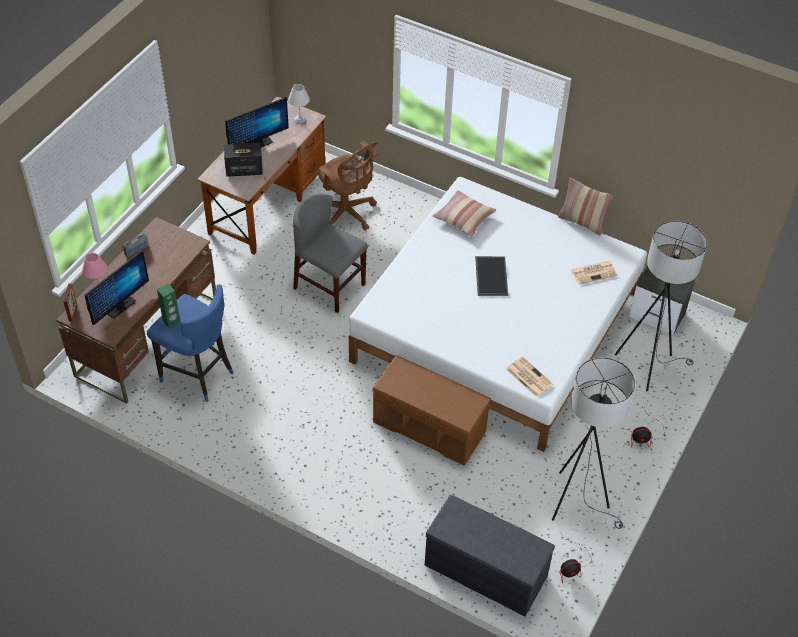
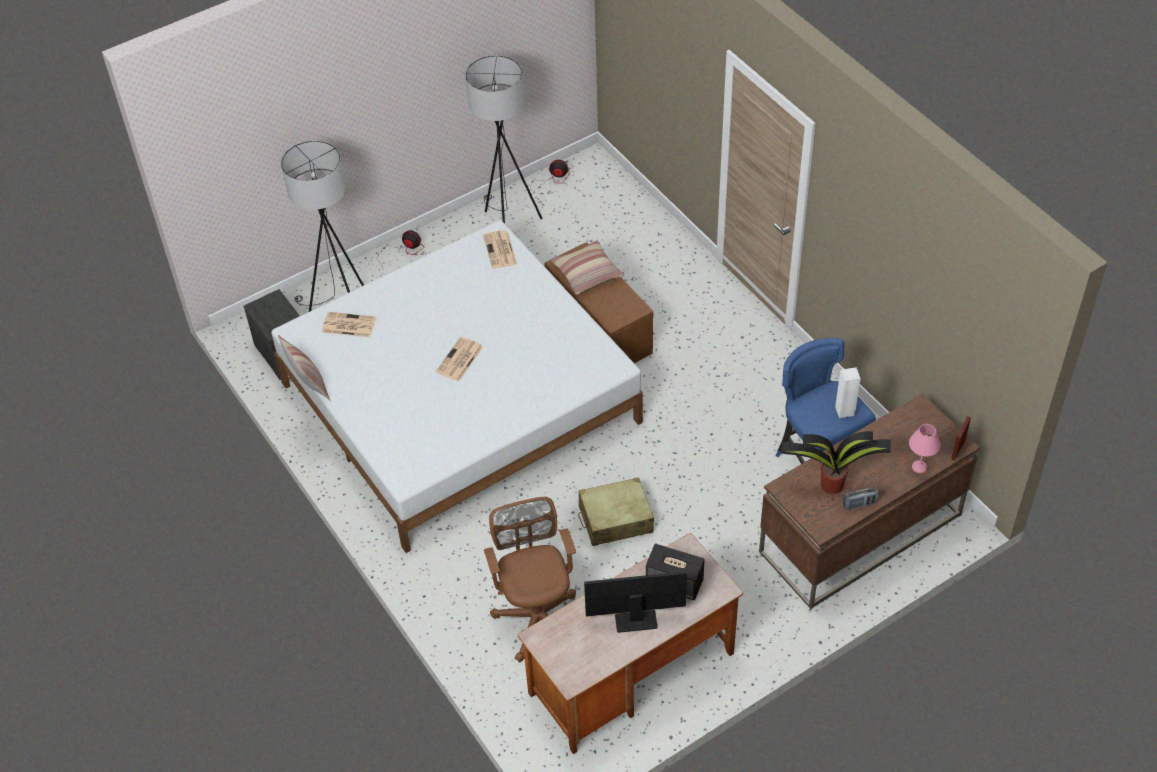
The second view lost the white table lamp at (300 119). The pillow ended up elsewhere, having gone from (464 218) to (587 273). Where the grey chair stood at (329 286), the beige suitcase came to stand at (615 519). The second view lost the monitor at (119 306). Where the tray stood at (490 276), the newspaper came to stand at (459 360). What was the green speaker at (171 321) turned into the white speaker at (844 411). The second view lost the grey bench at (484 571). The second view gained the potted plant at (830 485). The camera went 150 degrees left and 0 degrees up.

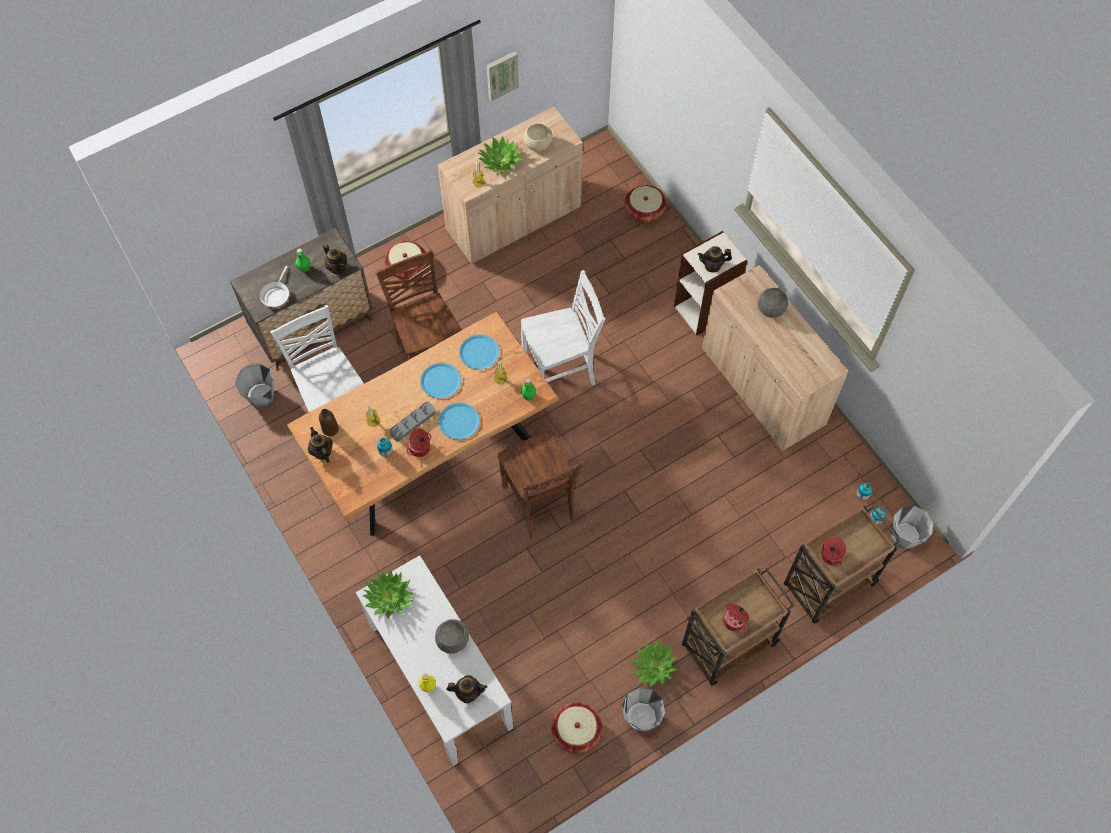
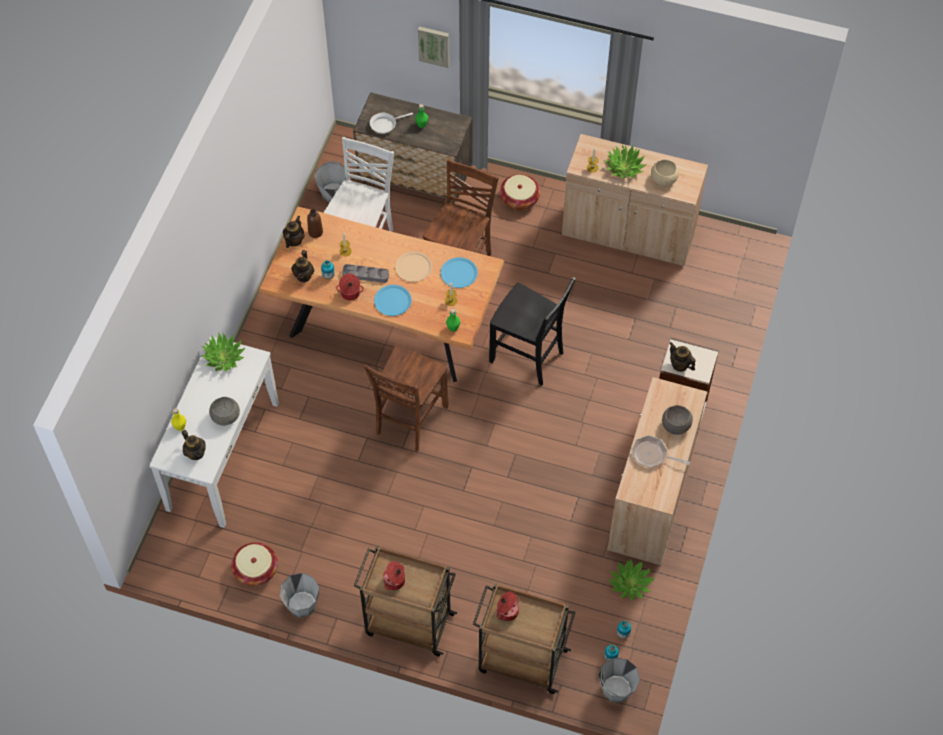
The picture ended up elsewhere, having gone from (501 74) to (434 45). The second view lost the basket at (644 210). The teapot ended up elsewhere, having gone from (337 267) to (304 275). What was the white chair at (561 373) turned into the black chair at (528 357). What was the blue plate at (440 381) turned into the beige plate at (413 267). The potted plant ended up elsewhere, having gone from (653 666) to (630 583). The second view gained the frying pan at (652 455). The camera went 50 degrees right and 5 degrees down.

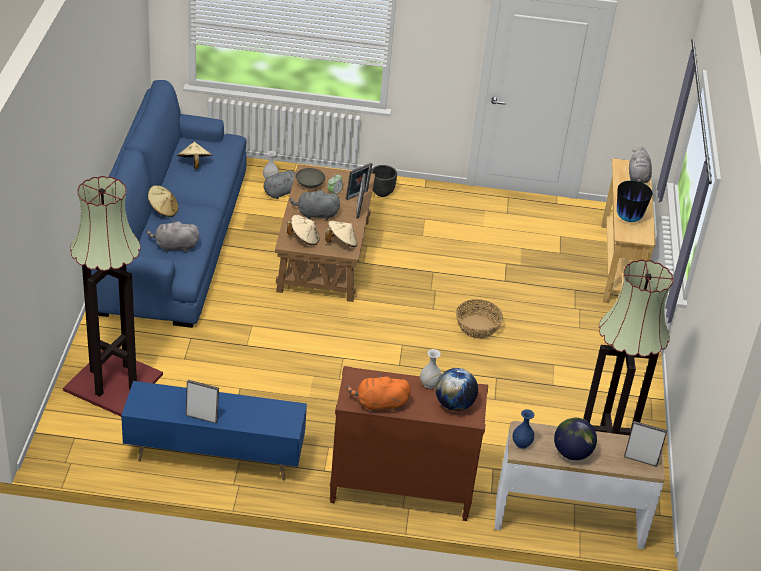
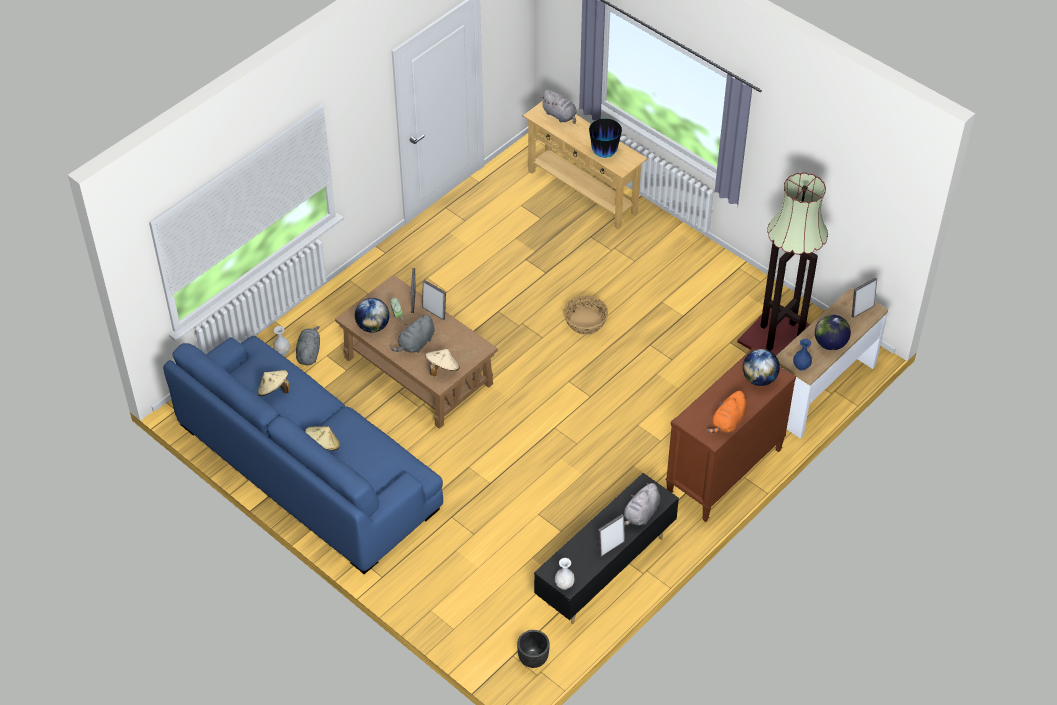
The black planter ended up elsewhere, having gone from (381 192) to (532 659). Where the grey bowl stood at (310 185), the globe came to stand at (373 326). The second view lost the floor lamp at (113 381). The grey plush toy ended up elsewhere, having gone from (174 246) to (641 514). The second view lost the beige hat at (341 243). The white vase ended up elsewhere, having gone from (429 384) to (564 584). What was the blue tv stand at (214 457) turned into the black tv stand at (604 571). The camera went 50 degrees left and 10 degrees up.

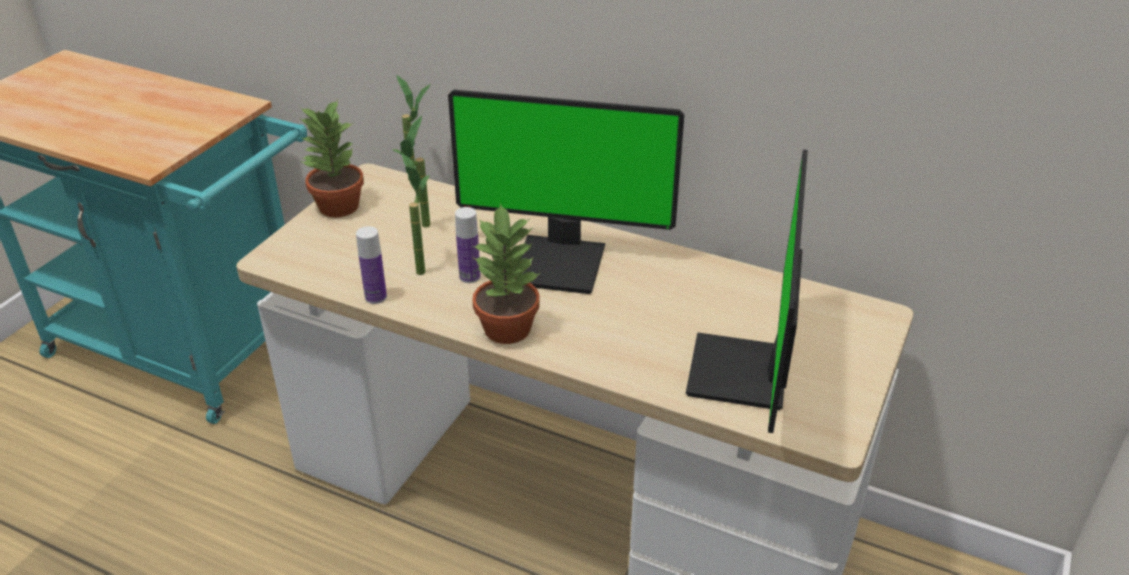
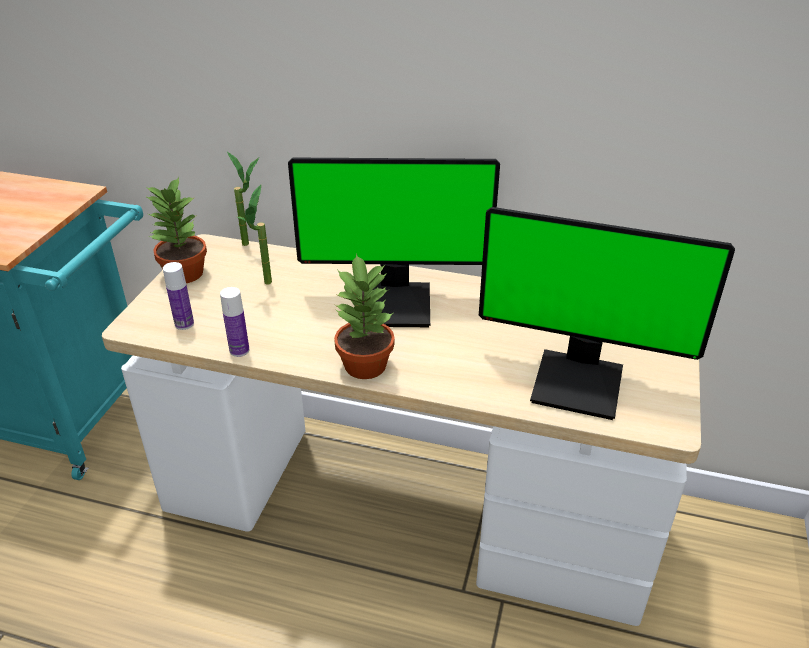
The monitor at (744 375) ended up facing another way, 75 degrees counterclockwise from before. The second view lost the potted plant at (420 266). The bottle ended up elsewhere, having gone from (470 277) to (184 324). The camera went 10 degrees left and 0 degrees up.

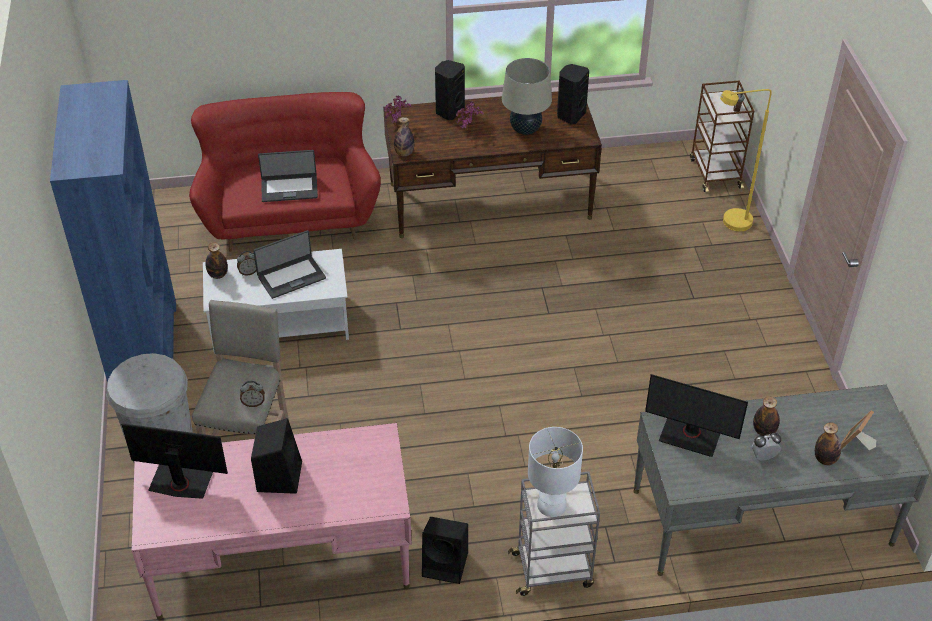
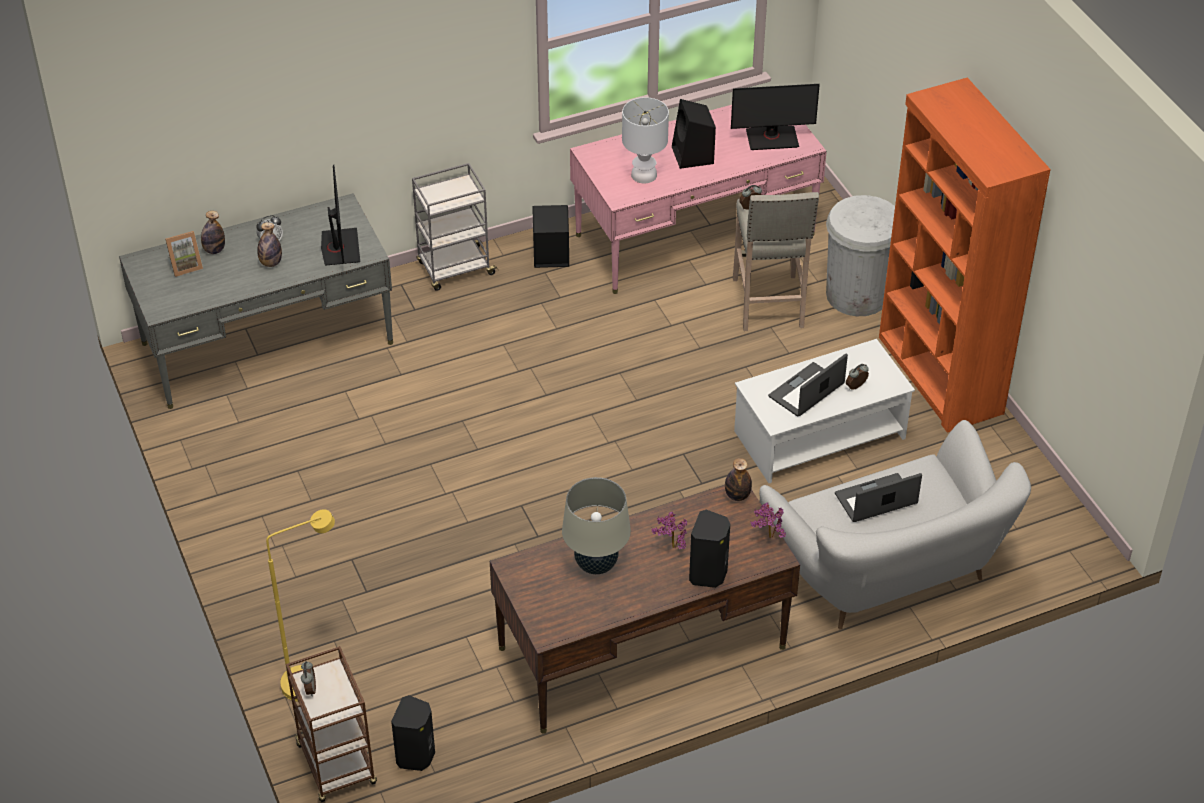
The black speaker ended up elsewhere, having gone from (570 115) to (416 756). What was the blue bookcase at (146 352) turned into the orange bookcase at (939 376). What was the red sofa at (290 215) turned into the white sofa at (889 571). The second view lost the bottle at (218 275). The monitor at (690 435) ended up facing another way, 75 degrees clockwise from before. The picture frame at (855 445) ended up facing another way, 45 degrees clockwise from before. The white table lamp ended up elsewhere, having gone from (551 504) to (644 175). The camera went 165 degrees right and 0 degrees up.

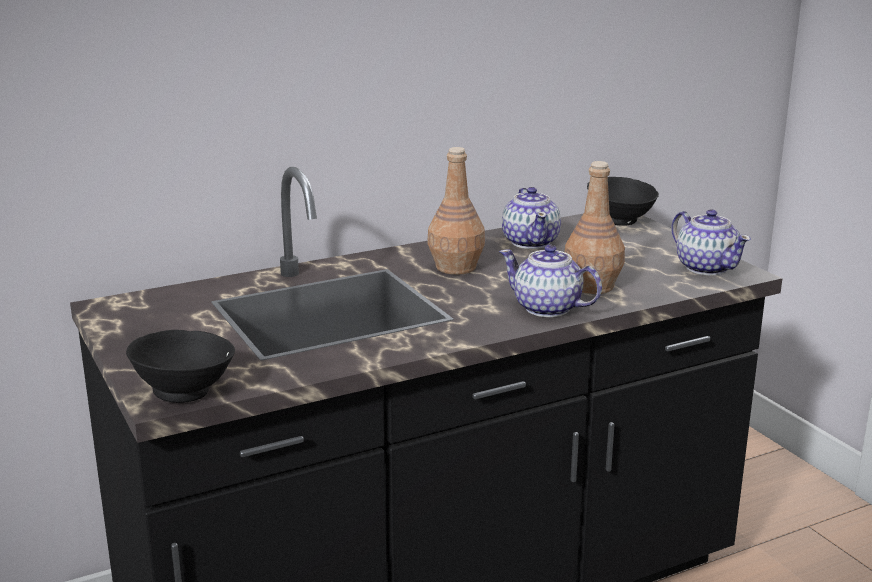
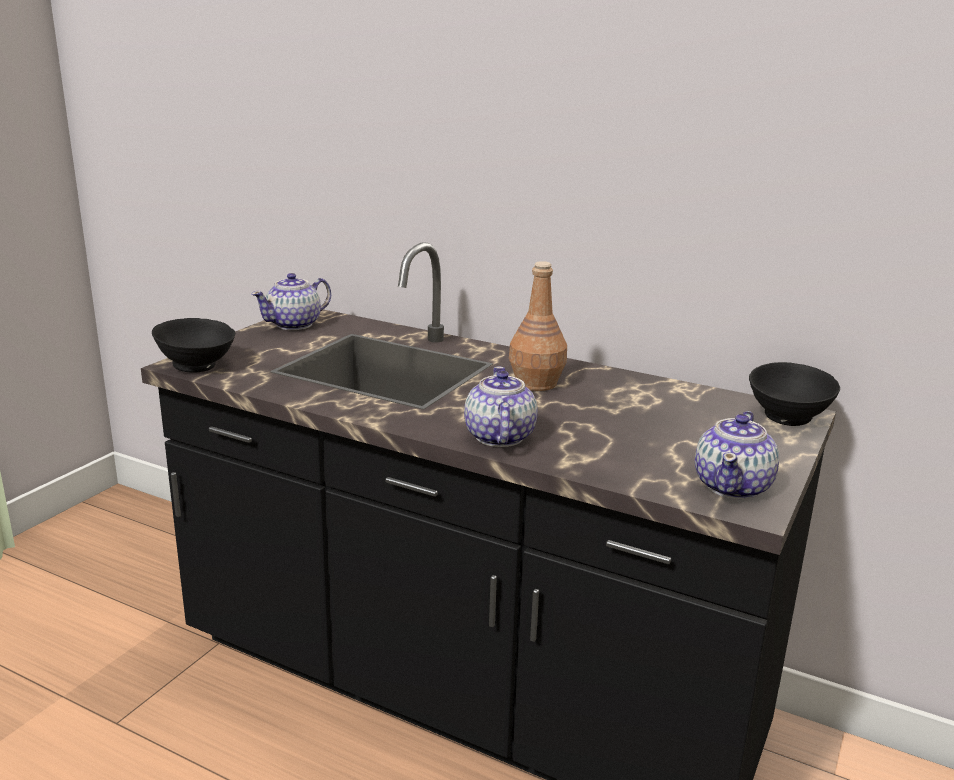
The second view lost the brown bottle at (592 286). The teapot ended up elsewhere, having gone from (531 242) to (295 324). The camera went 55 degrees right and 0 degrees up.

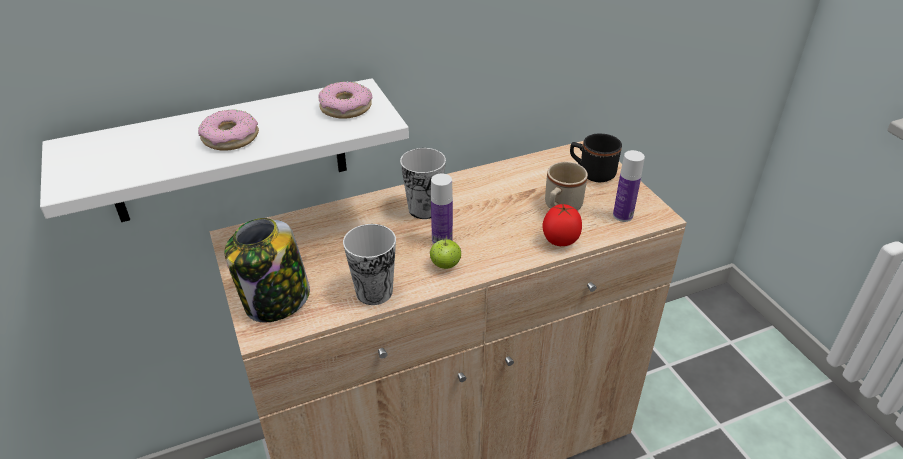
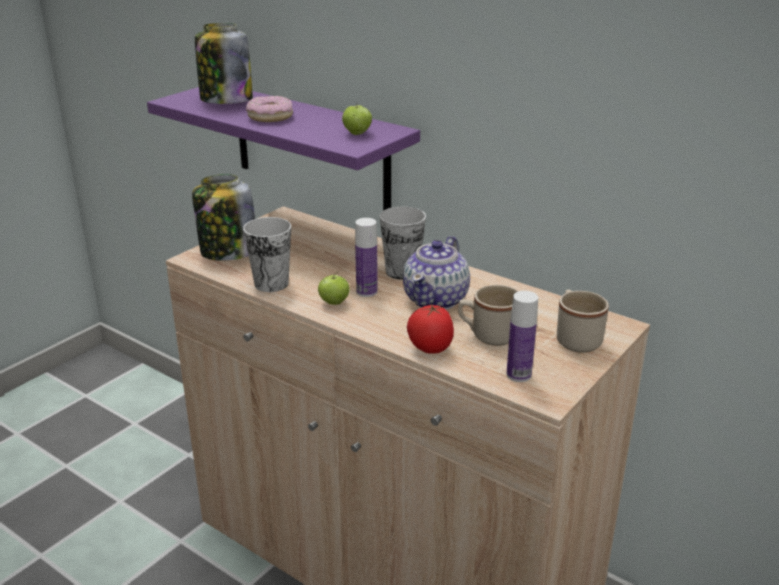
What was the white shelf at (229 152) turned into the purple shelf at (311 146). Where the donut stood at (346 108), the apple came to stand at (357 133). What was the black mug at (591 173) turned into the beige mug at (576 338). The second view gained the jar at (225 100). The second view gained the teapot at (436 299). The camera went 60 degrees right and 10 degrees down.

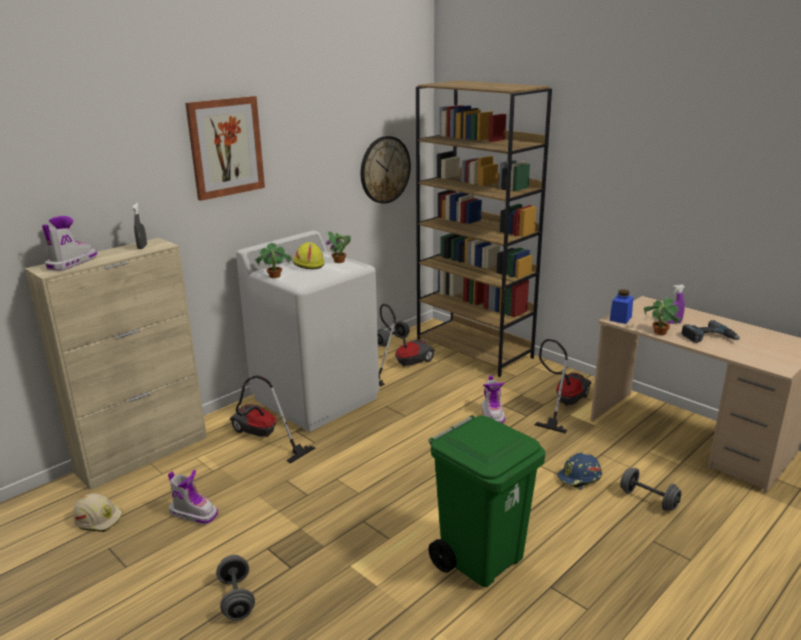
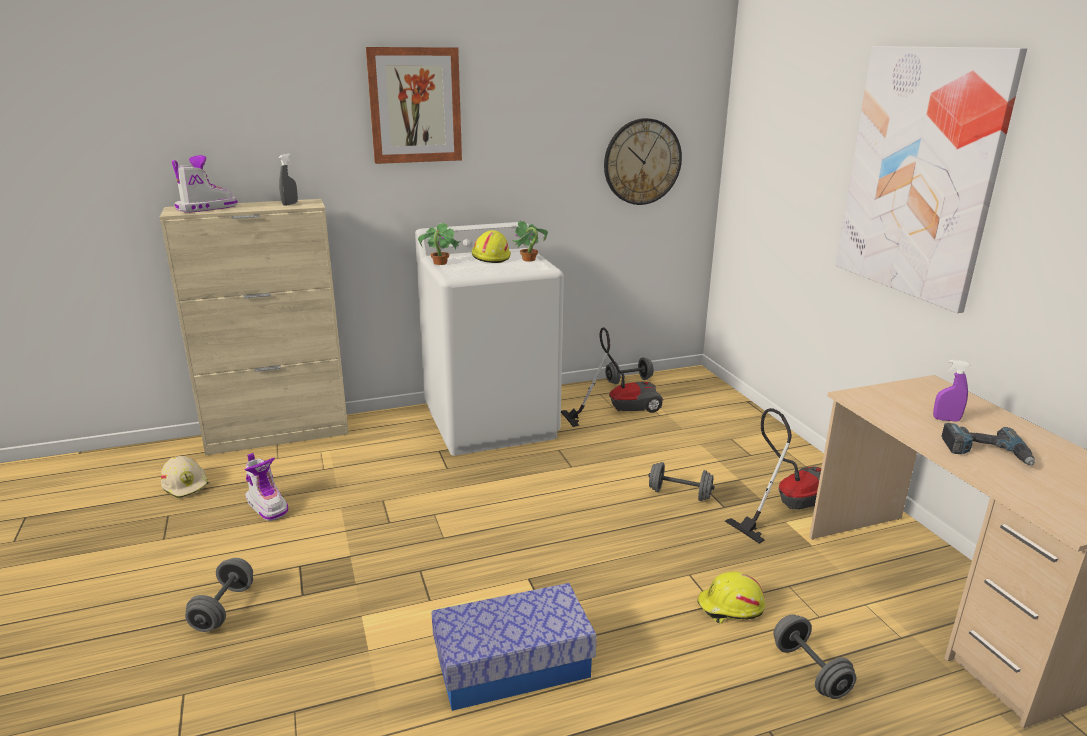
The second view lost the brown bookcase at (475 350). The second view lost the blue jar at (620 318). The second view lost the potted plant at (659 332). The second view lost the vacuum cleaner at (262 437). Where the boot stood at (493 415), the grey dumbbell came to stand at (679 494). Where the green trash can stood at (481 559), the storage box came to stand at (513 665). What was the blue hard hat at (579 478) turned into the yellow hard hat at (730 608). The second view gained the picture at (920 174). The camera went 25 degrees right and 0 degrees up.

